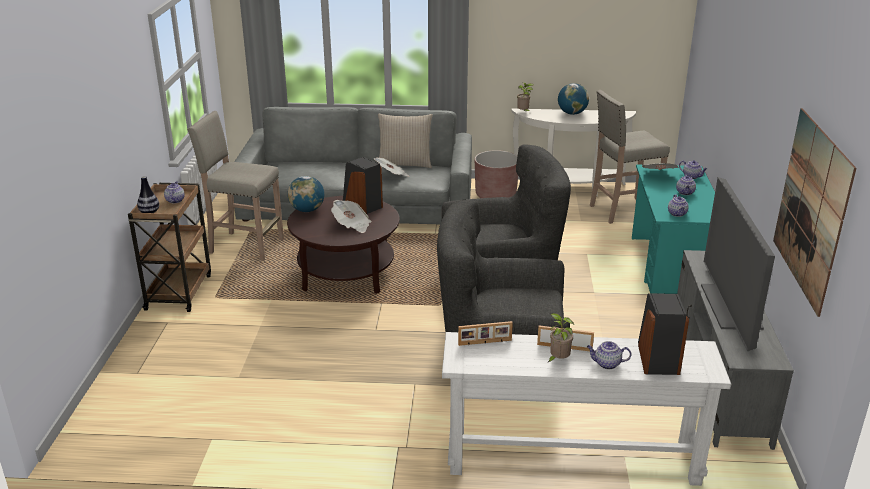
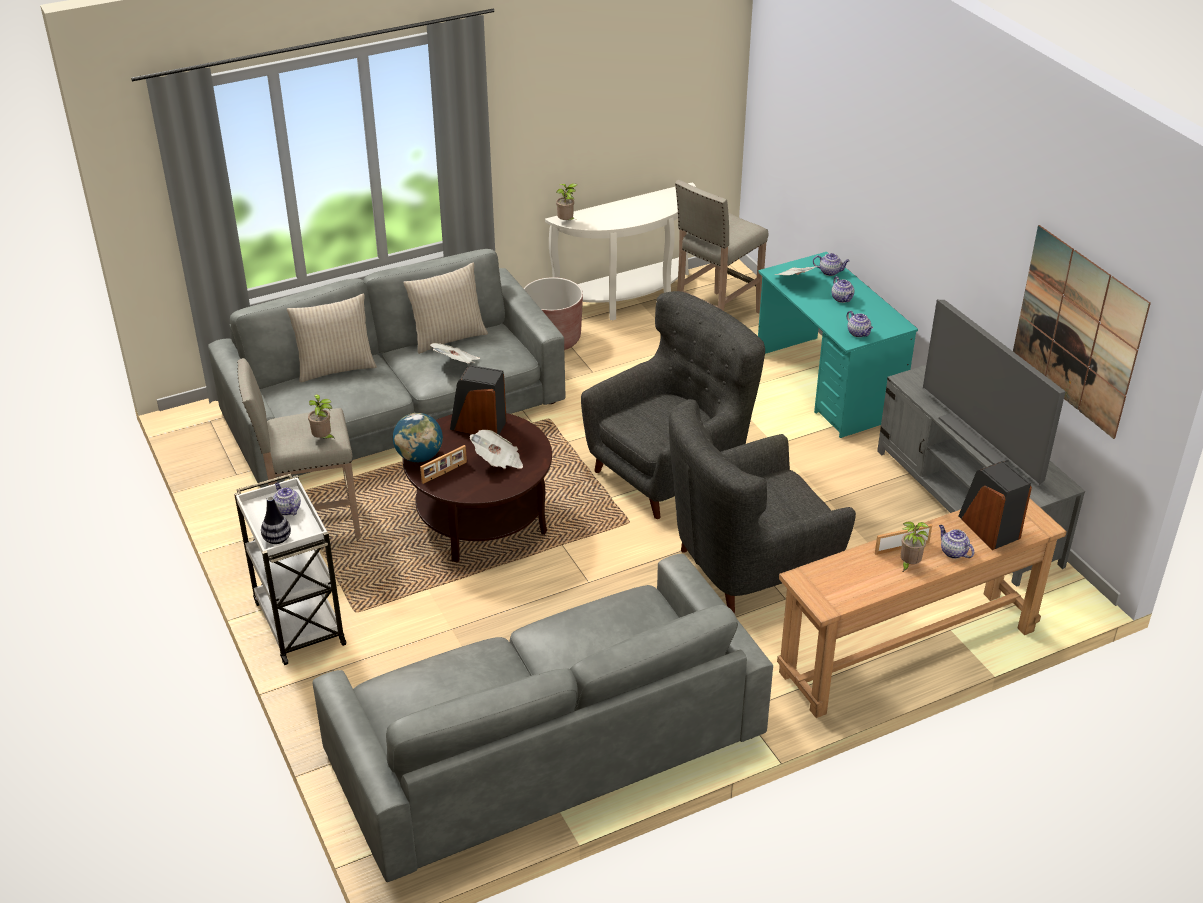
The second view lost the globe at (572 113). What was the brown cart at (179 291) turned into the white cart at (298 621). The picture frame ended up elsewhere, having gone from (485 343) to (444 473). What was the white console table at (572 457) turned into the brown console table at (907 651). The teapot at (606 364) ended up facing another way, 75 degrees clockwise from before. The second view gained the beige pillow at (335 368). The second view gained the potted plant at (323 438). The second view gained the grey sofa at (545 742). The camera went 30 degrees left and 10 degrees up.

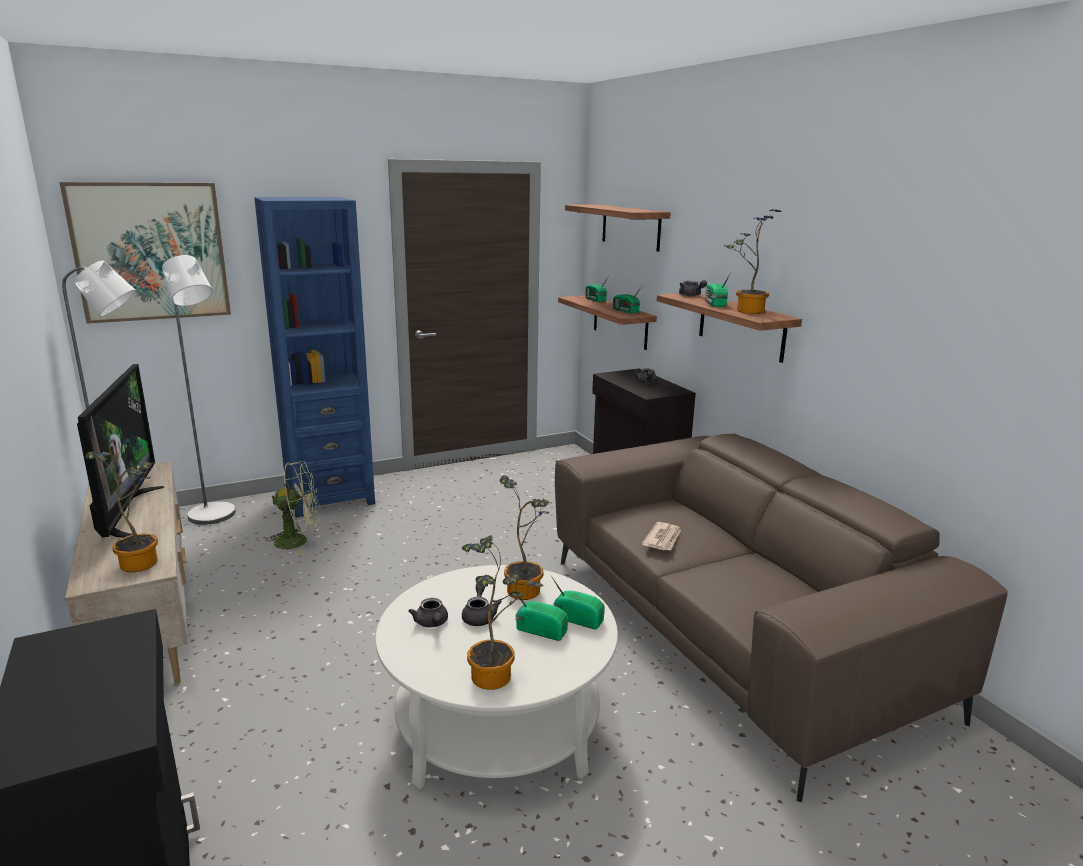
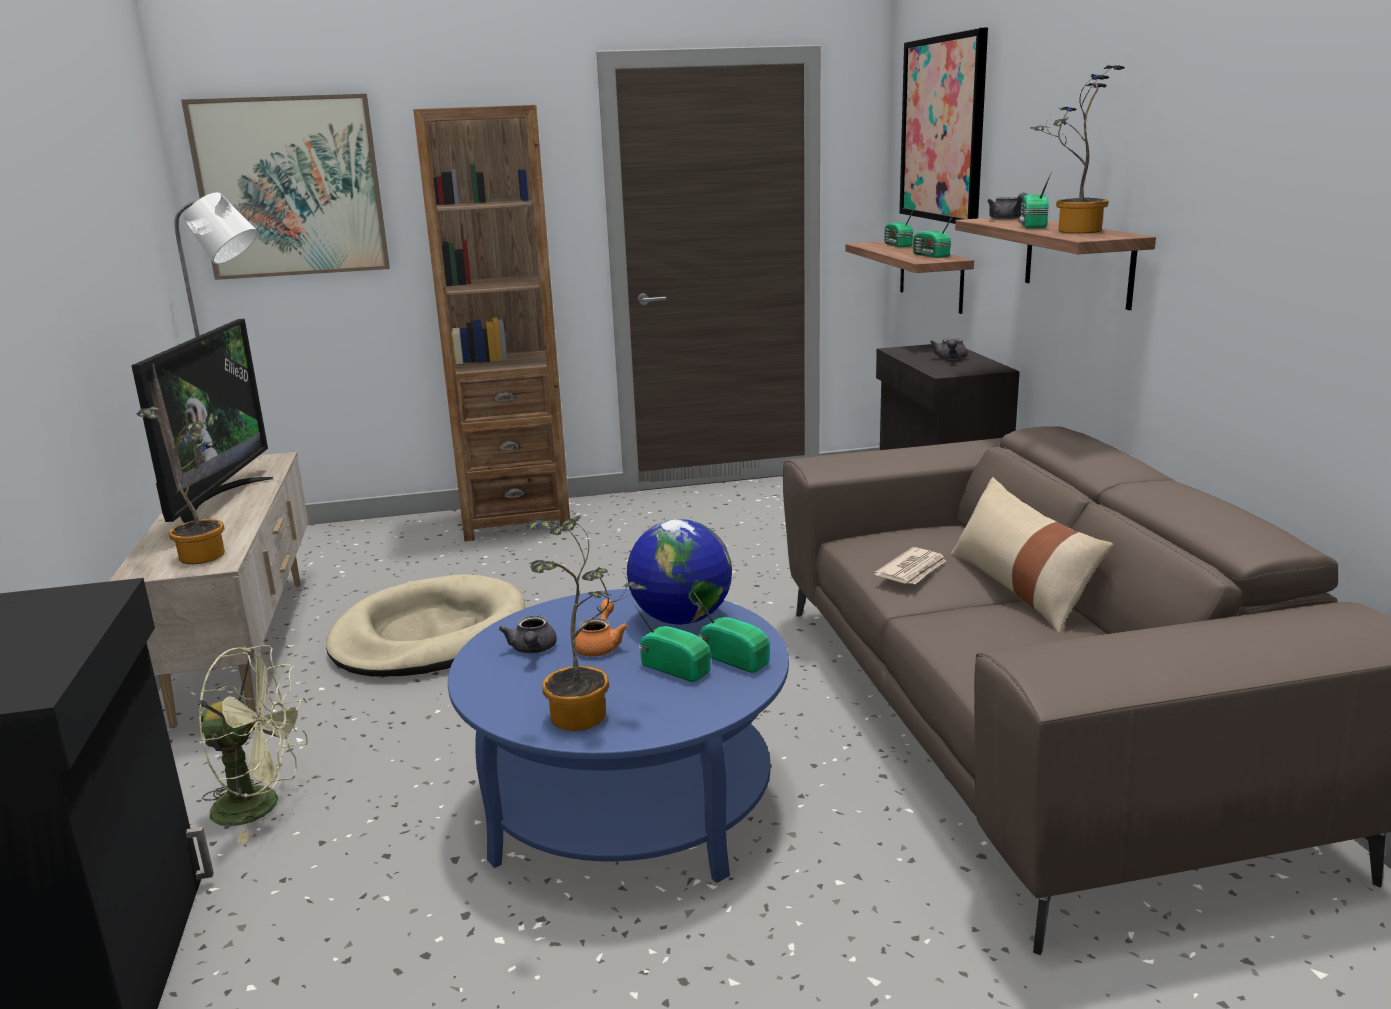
What was the blue bookcase at (330 498) turned into the brown bookcase at (515 520). Where the shelf hung at (630 227), the picture came to hang at (943 129). The second view lost the grey floor lamp at (216 517). The green fan ended up elsewhere, having gone from (299 541) to (261 806). Where the potted plant stood at (526 589), the globe came to stand at (681 619). What was the white coffee table at (498 722) turned into the blue coffee table at (629 801). What was the grey teapot at (479 616) turned into the orange teapot at (600 645). The second view gained the beige pillow at (1020 588). The second view gained the beige dog bed at (429 635). The camera went 15 degrees right and 0 degrees up.

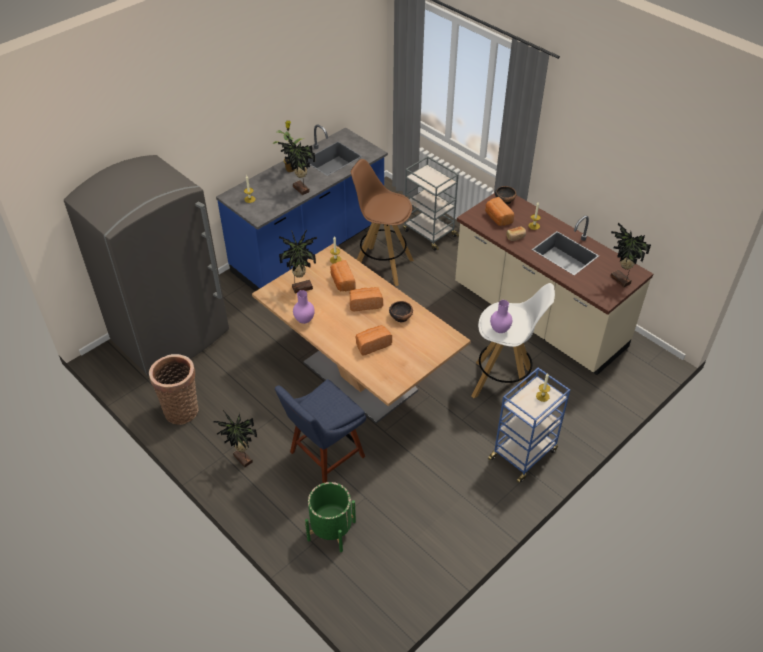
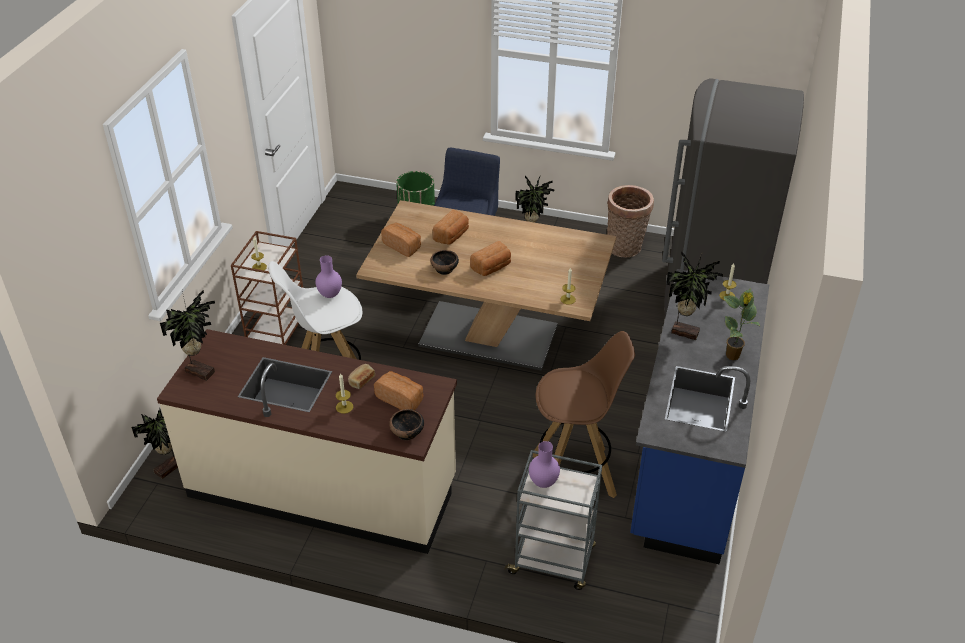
The potted plant ended up elsewhere, having gone from (301 287) to (169 469). The bread ended up elsewhere, having gone from (342 282) to (403 246). The purple vase ended up elsewhere, having gone from (305 320) to (543 483). What was the blue cart at (523 453) turned into the brown cart at (278 333). The camera went 150 degrees right and 5 degrees down.

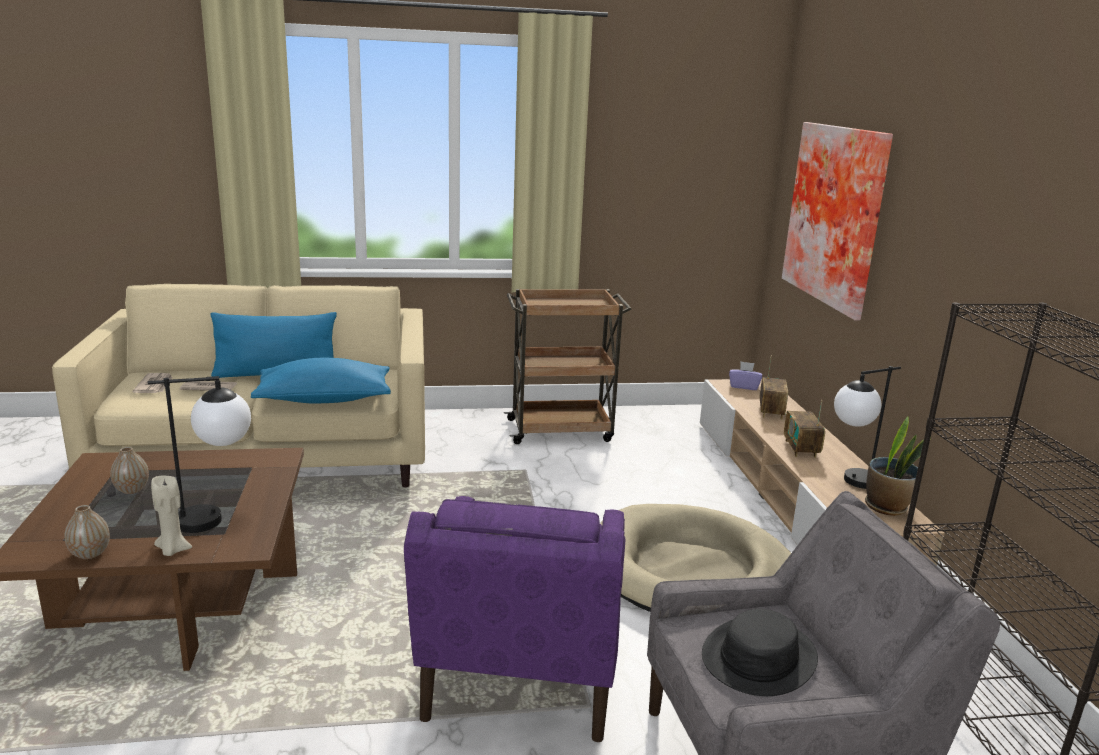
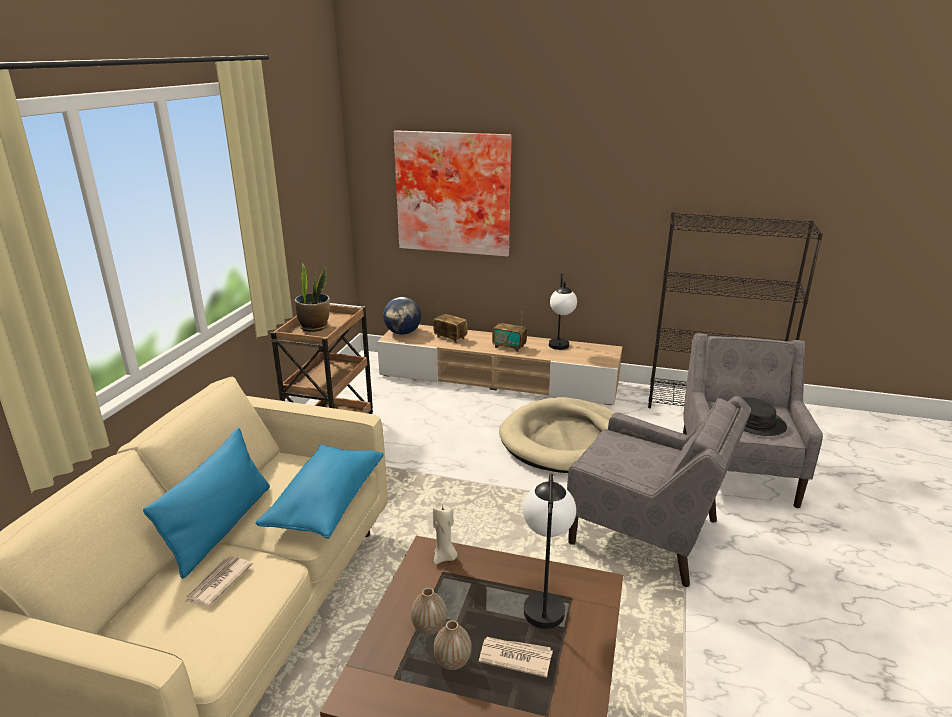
Where the purple tissue box stood at (744 386), the globe came to stand at (403 333). The newspaper ended up elsewhere, having gone from (155 385) to (515 657). The potted plant ended up elsewhere, having gone from (887 507) to (314 327). The beige candle ended up elsewhere, having gone from (172 550) to (444 557). What was the purple armchair at (521 671) turned into the grey armchair at (646 533). The vase ended up elsewhere, having gone from (90 554) to (429 627). The camera went 65 degrees left and 5 degrees up.

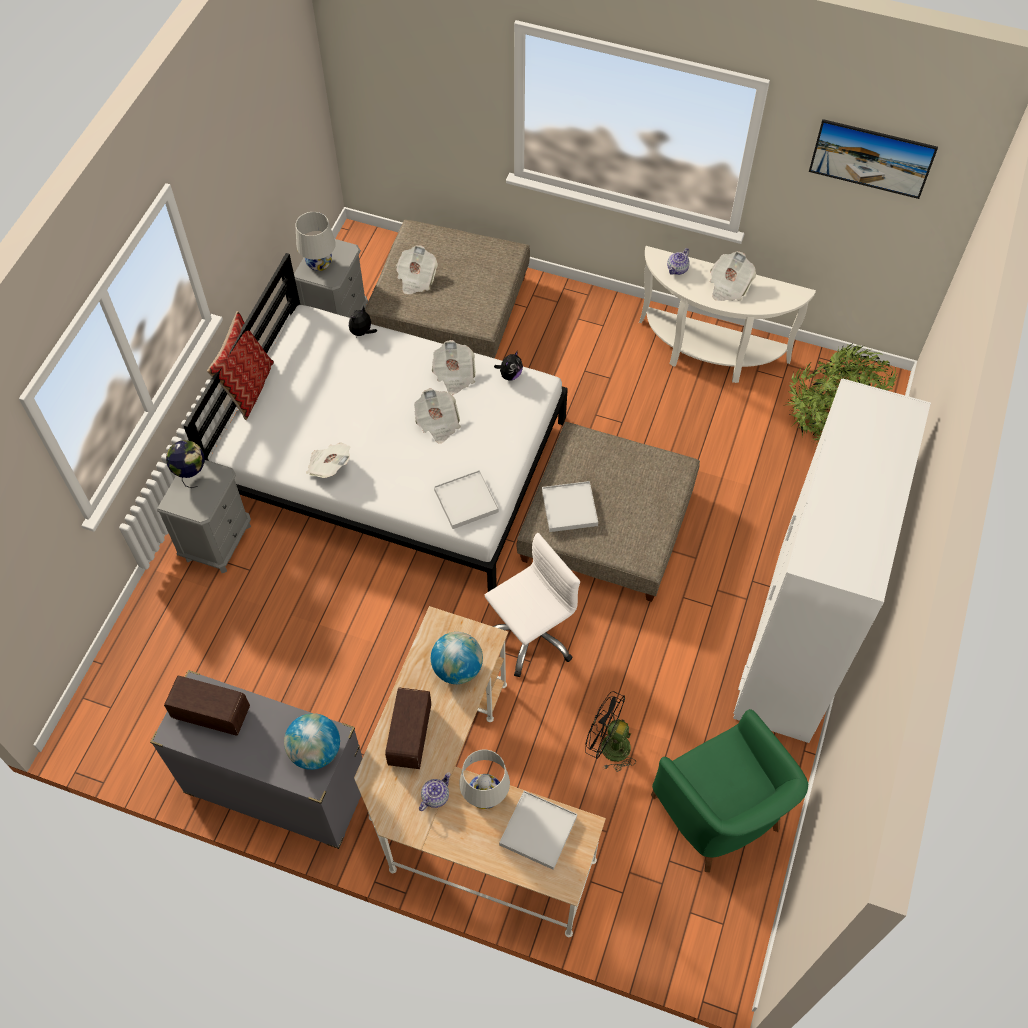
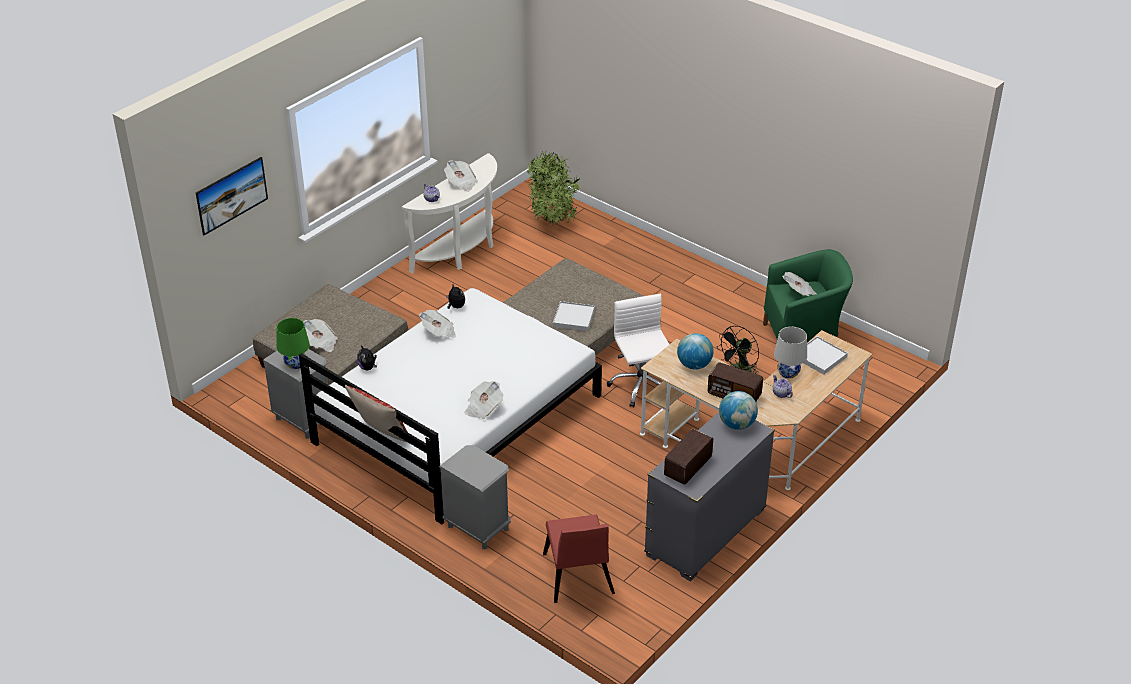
The picture ended up elsewhere, having gone from (867 171) to (233 206). What was the white table lamp at (319 264) turned into the green table lamp at (295 363). The second view lost the white wardrobe at (793 642). The newspaper ended up elsewhere, having gone from (438 423) to (799 292). The second view lost the globe at (191 474). The second view lost the white tray at (466 501). The second view gained the red chair at (578 578). The camera went 70 degrees left and 20 degrees down.

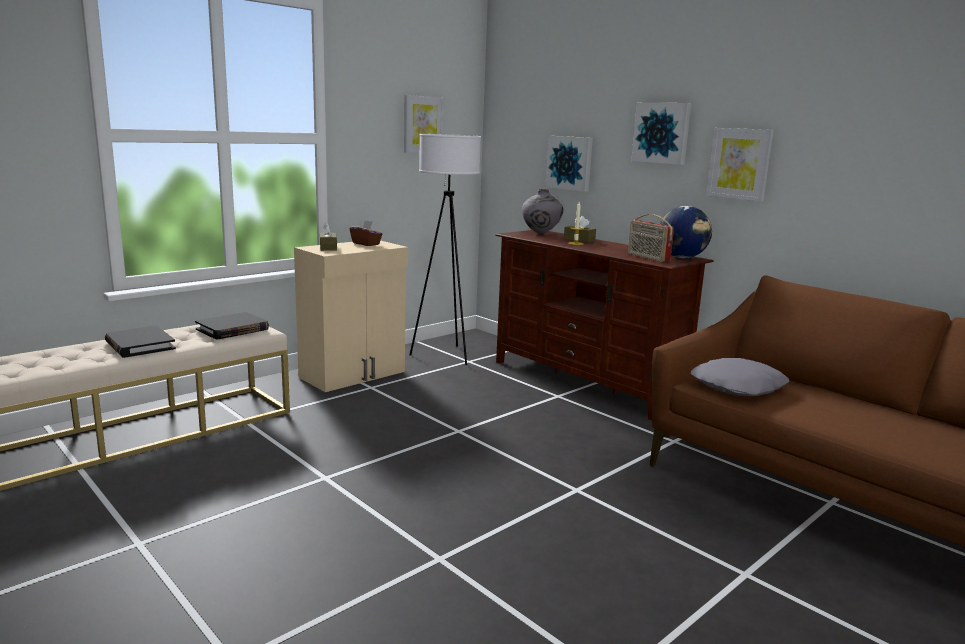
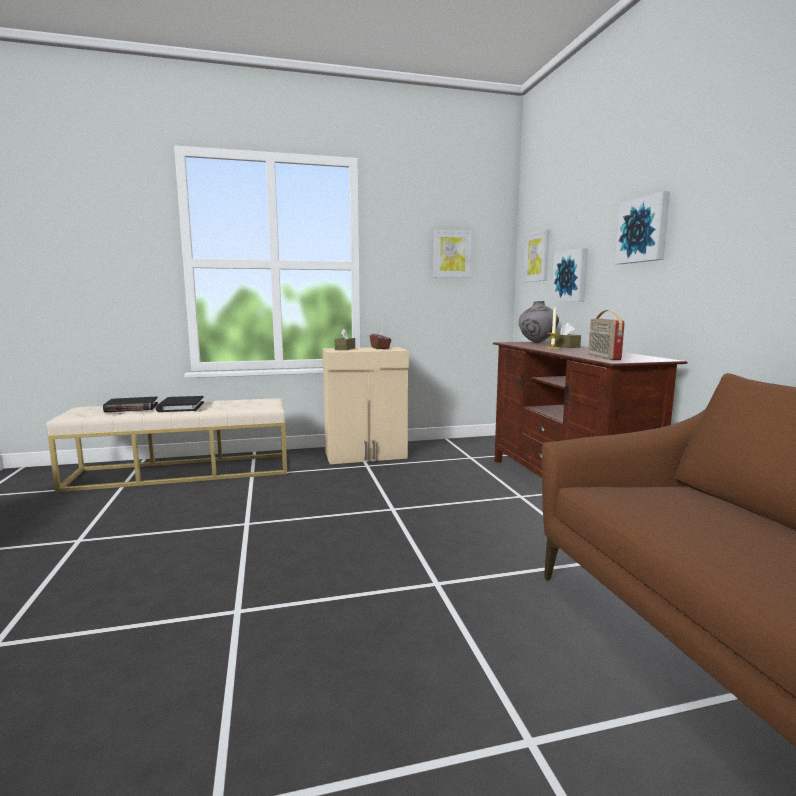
The picture ended up elsewhere, having gone from (740 164) to (537 257). The second view lost the white floor lamp at (444 355). The second view lost the globe at (682 257). The black book ended up elsewhere, having gone from (232 329) to (131 407). The second view lost the grey pillow at (738 387). The camera went 30 degrees right and 5 degrees down.

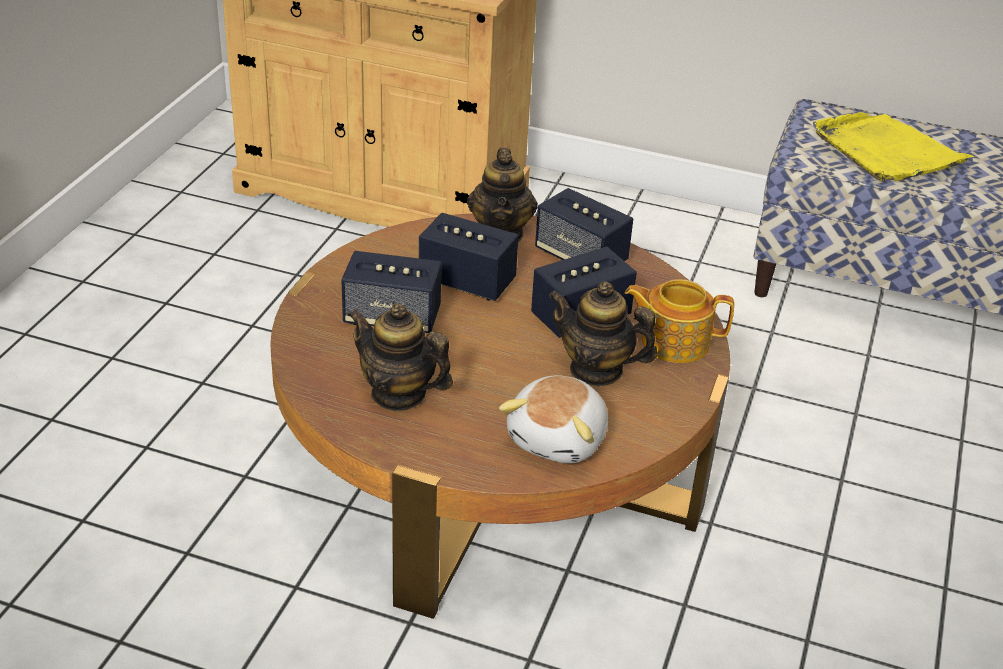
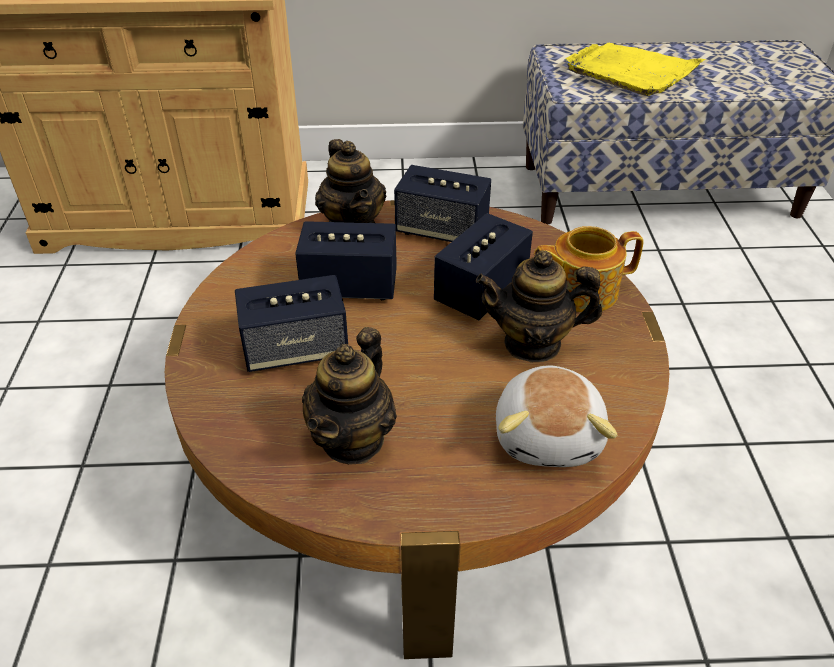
The teapot at (399 394) ended up facing another way, 75 degrees counterclockwise from before. The camera went 20 degrees left and 5 degrees up.

